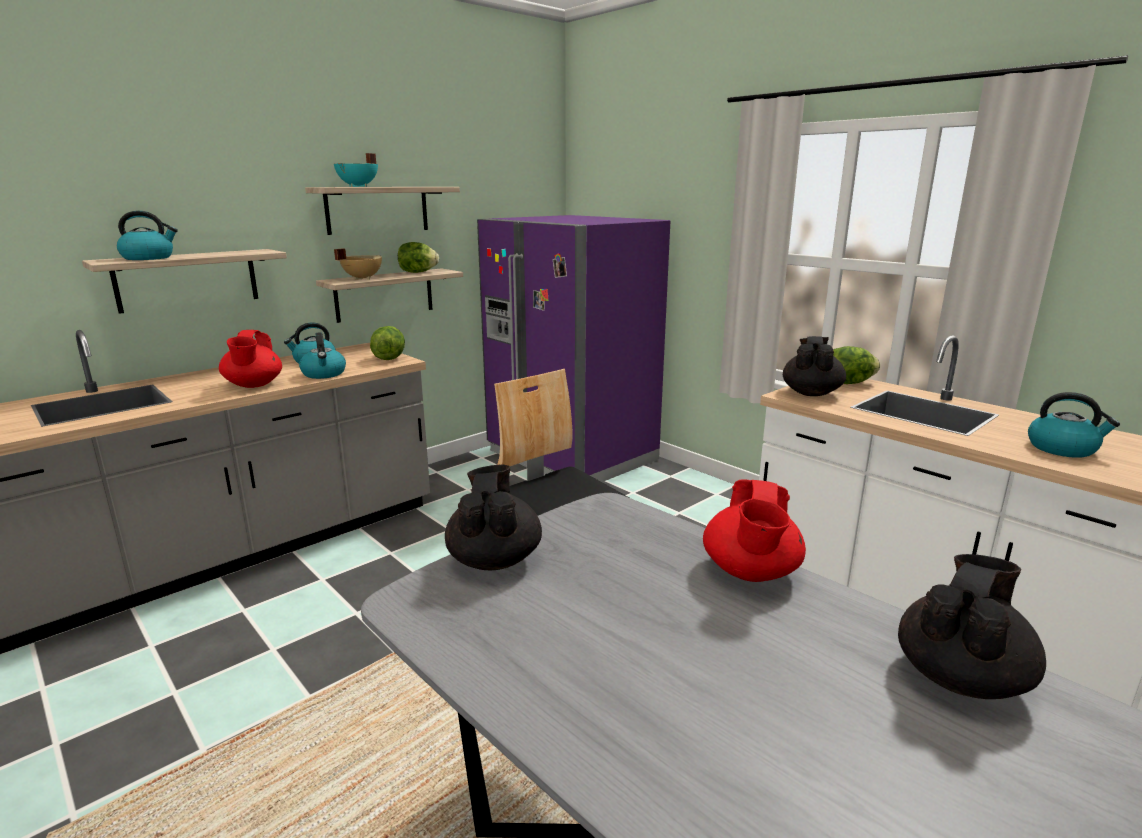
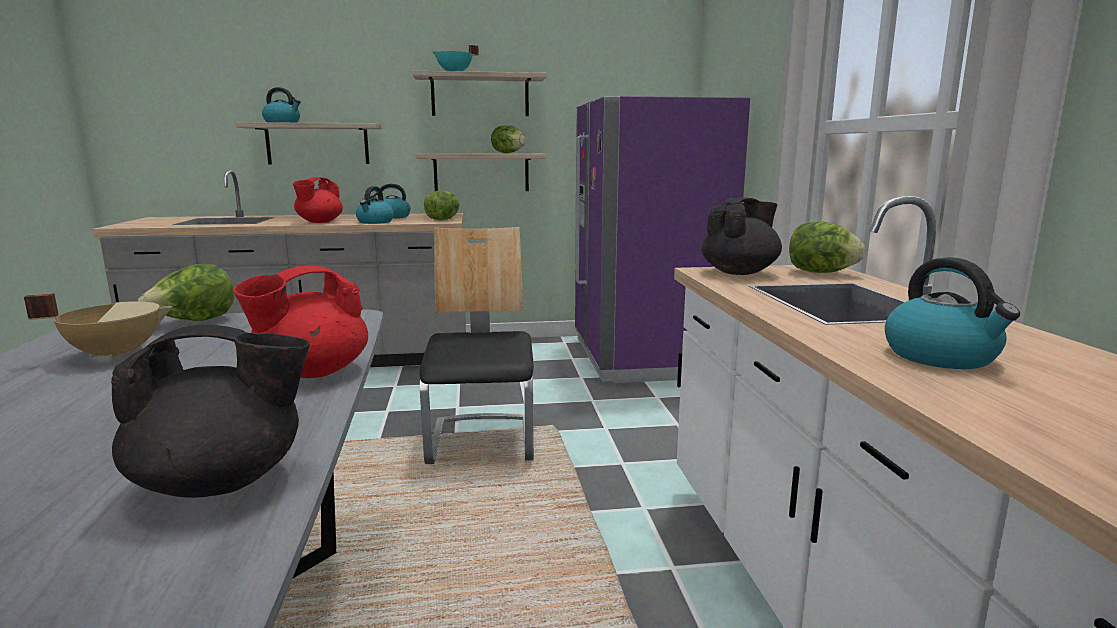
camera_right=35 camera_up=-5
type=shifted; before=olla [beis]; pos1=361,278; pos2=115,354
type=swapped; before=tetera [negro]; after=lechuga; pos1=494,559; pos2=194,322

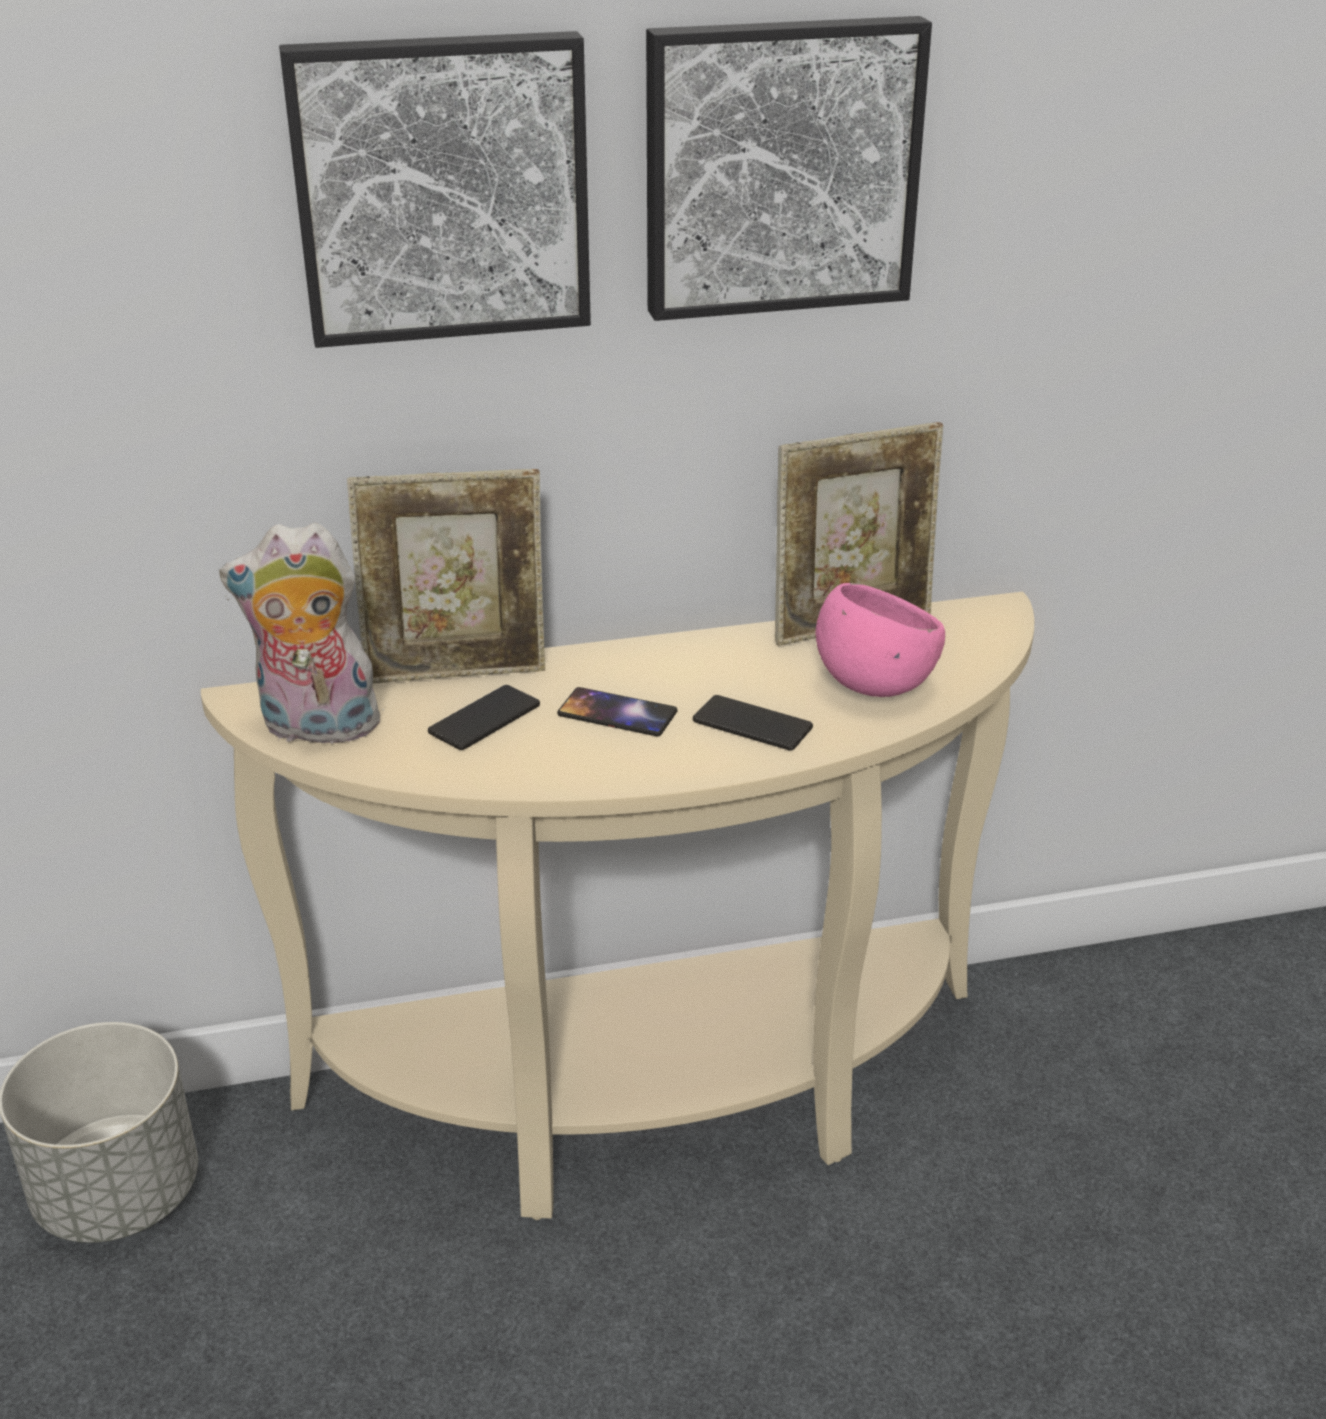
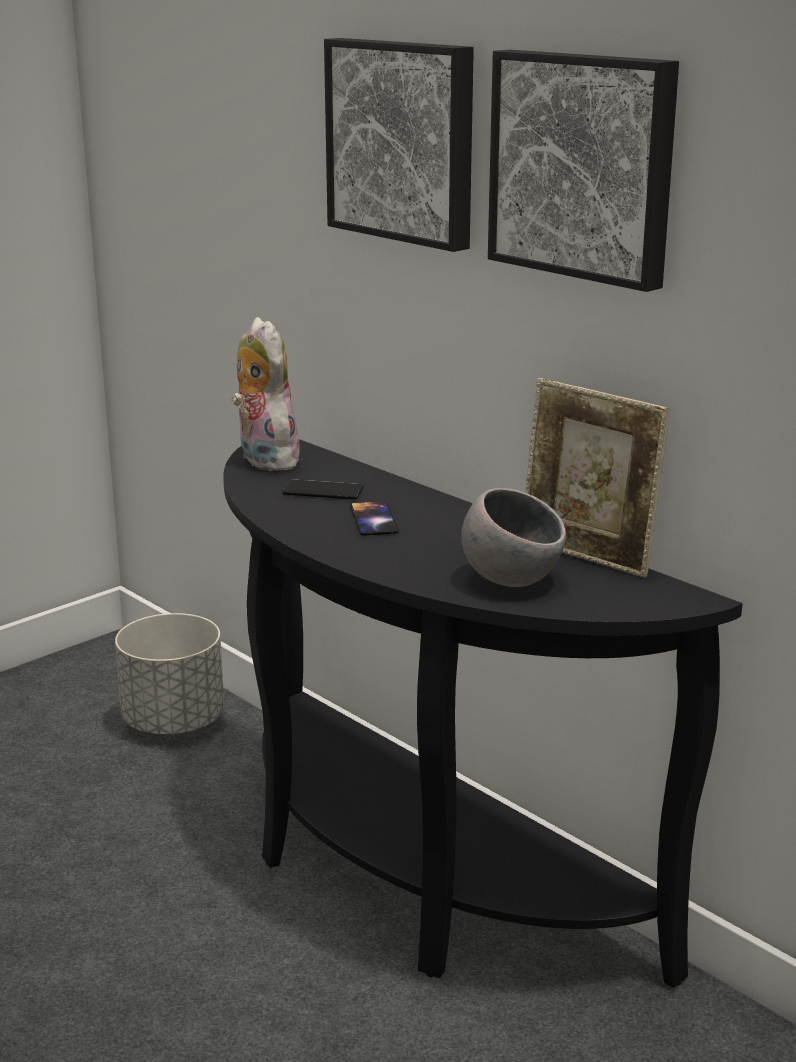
camera_right=60 camera_up=-10
type=repainted; before=mesa consola [beis]; after=mesa consola [negro]; pos1=658,1104; pos2=408,876
type=repainted; before=cuenco [rosa]; after=cuenco [gris]; pos1=873,686; pos2=510,580
type=gone; before=portarretratos; pos1=457,672
type=gone; before=móvil; pos1=752,724

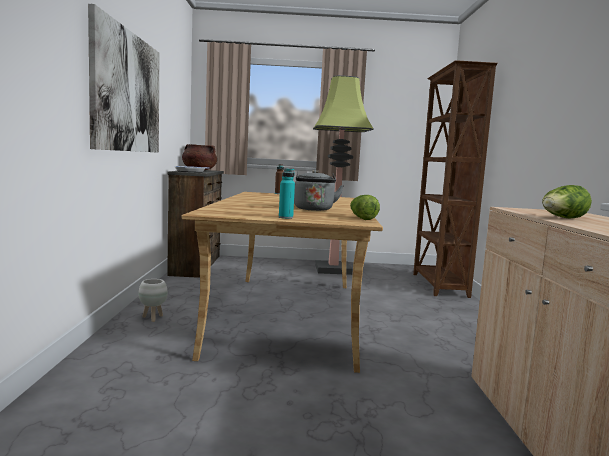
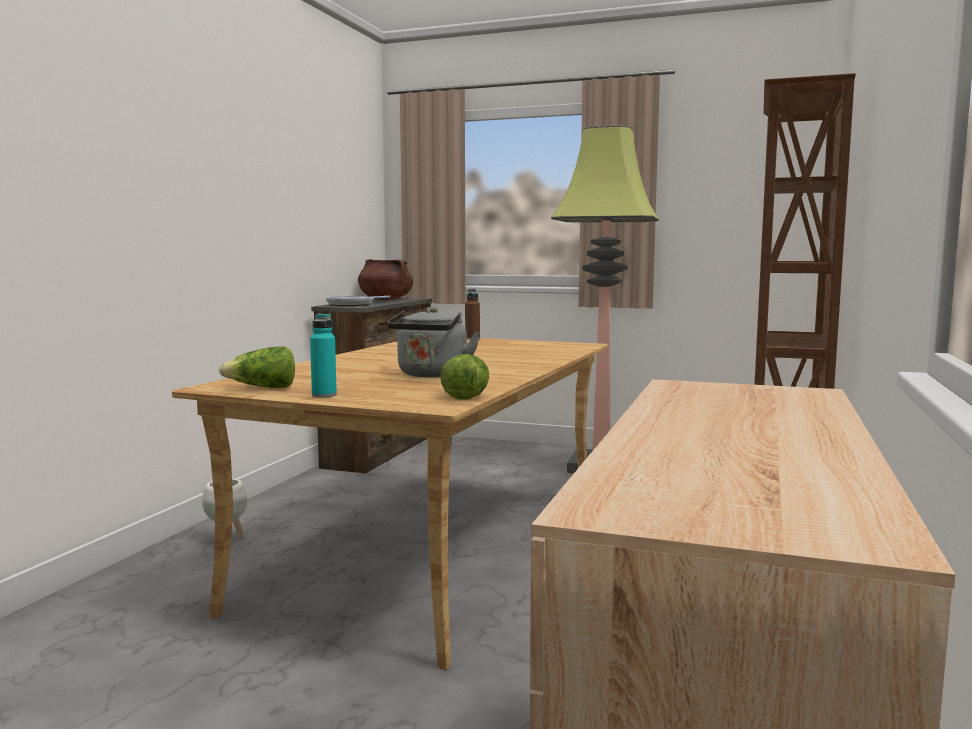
camera_right=20 camera_up=0
type=shifted; before=lechuga; pos1=562,218; pos2=262,388
type=gone; before=cuadro; pos1=127,92

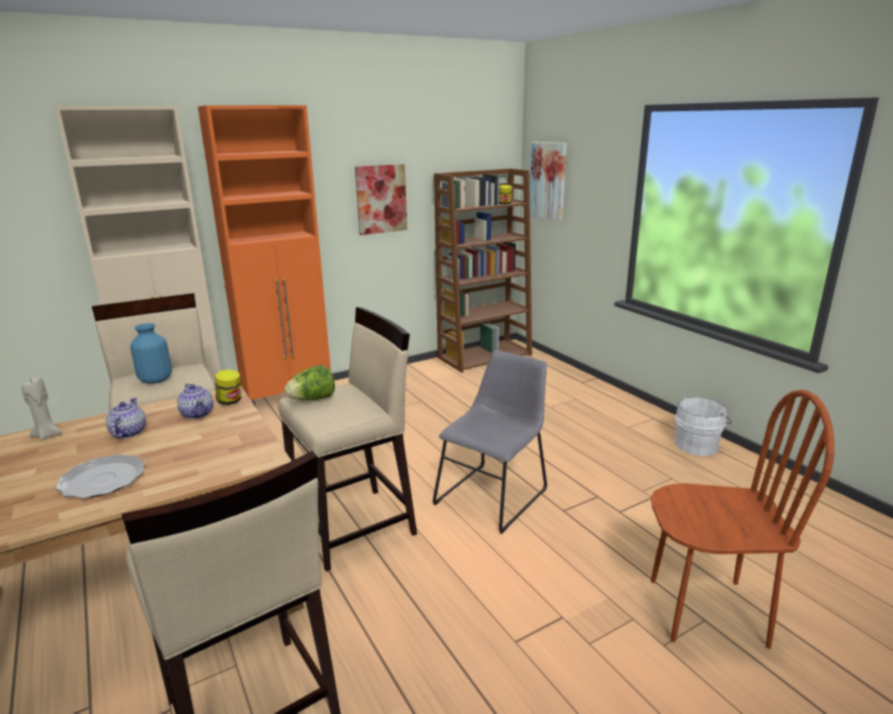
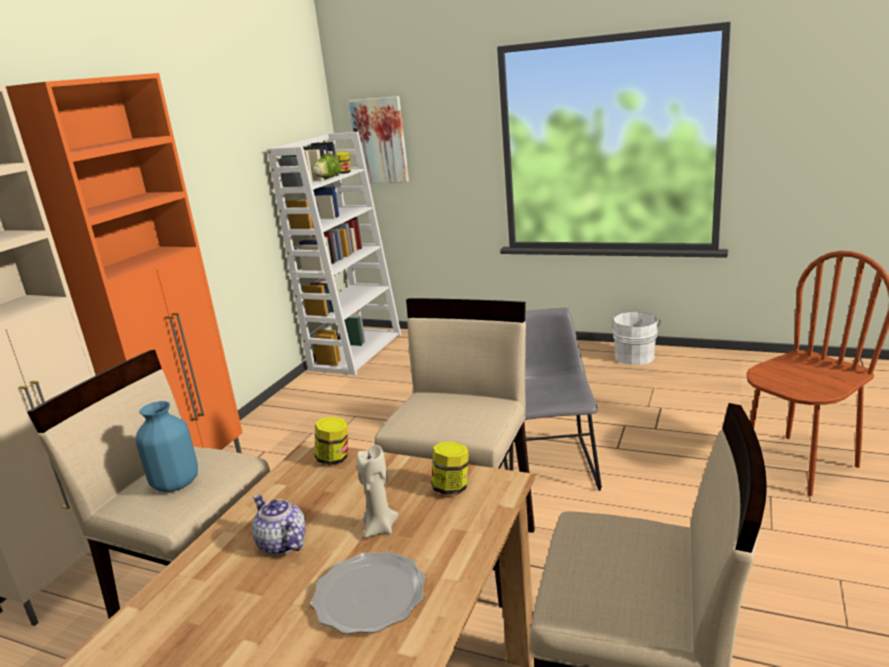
camera_right=-35 camera_up=0
type=repainted; before=estantería [marrón]; after=estantería [blanco]; pos1=485,356; pos2=356,351
type=shifted; before=lechuga; pos1=312,399; pos2=326,178
type=shifted; before=vela [beis]; pos1=47,435; pos2=380,528
type=new; after=tarro; pos2=452,487
type=gone; before=tetera; pos1=197,413
type=gone; before=cuadro; pos1=381,199

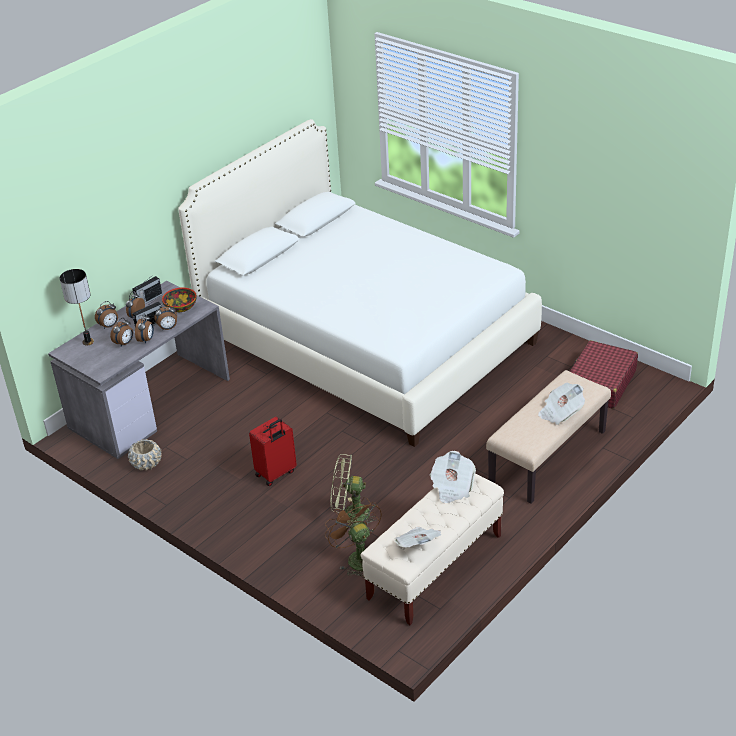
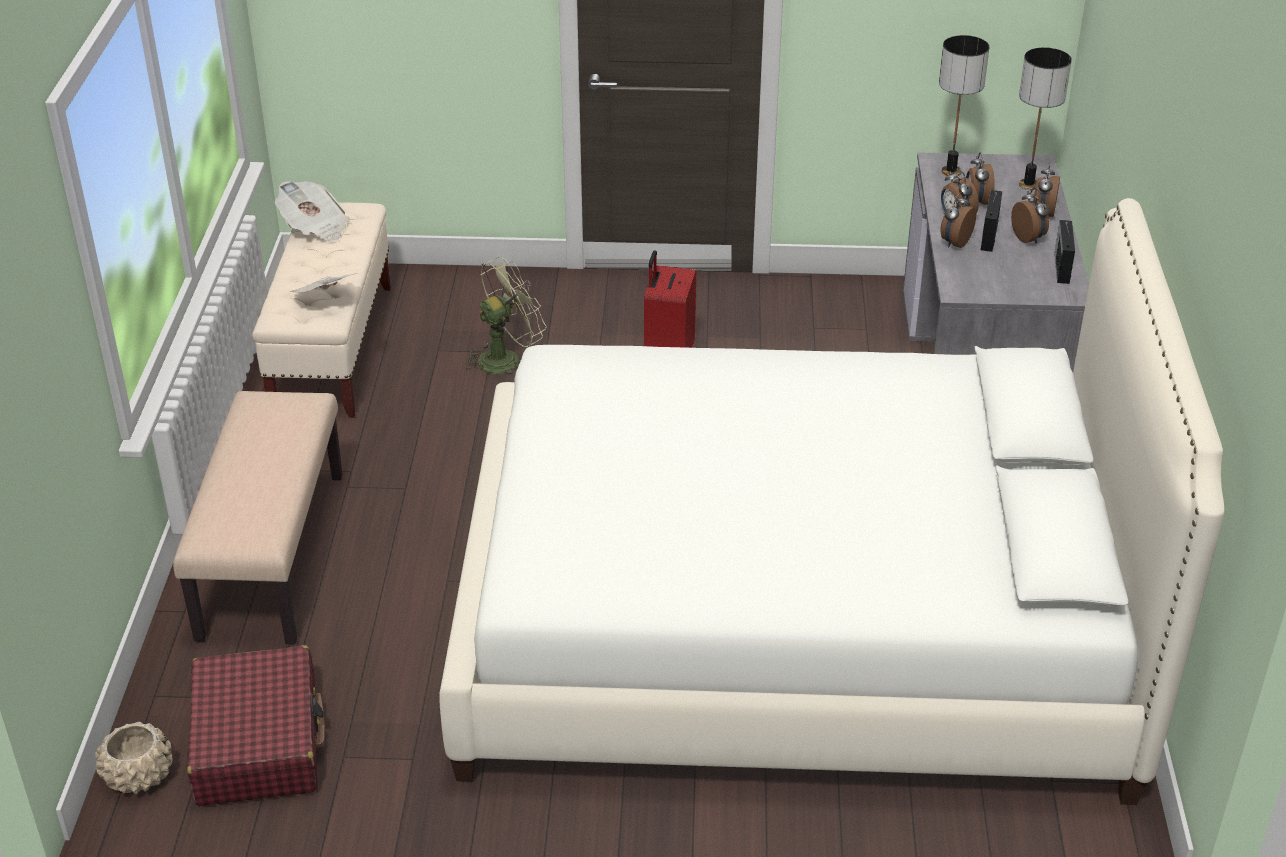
camera_right=140 camera_up=0
type=shifted; before=maceta [beis]; pos1=146,463; pos2=139,776
type=new; after=lámpara de mesa; pos2=951,171
type=gone; before=cuenco; pos1=180,307
type=gone; before=ventilador [marrón]; pos1=357,557
type=gone; before=periódico; pos1=560,413

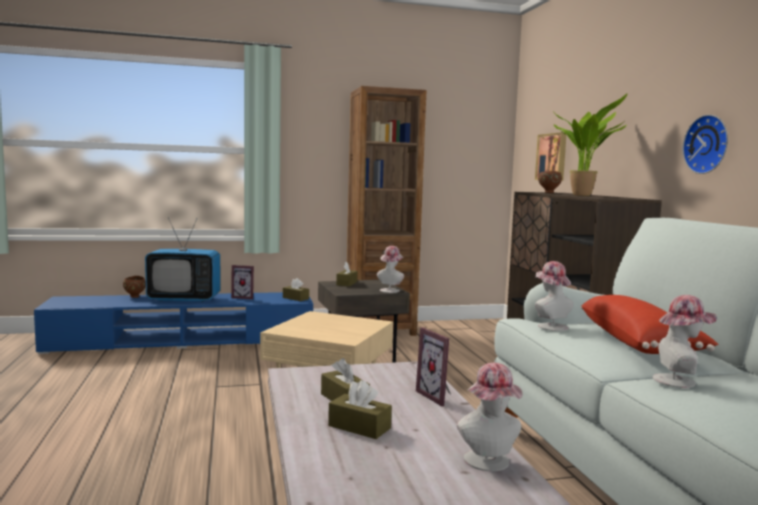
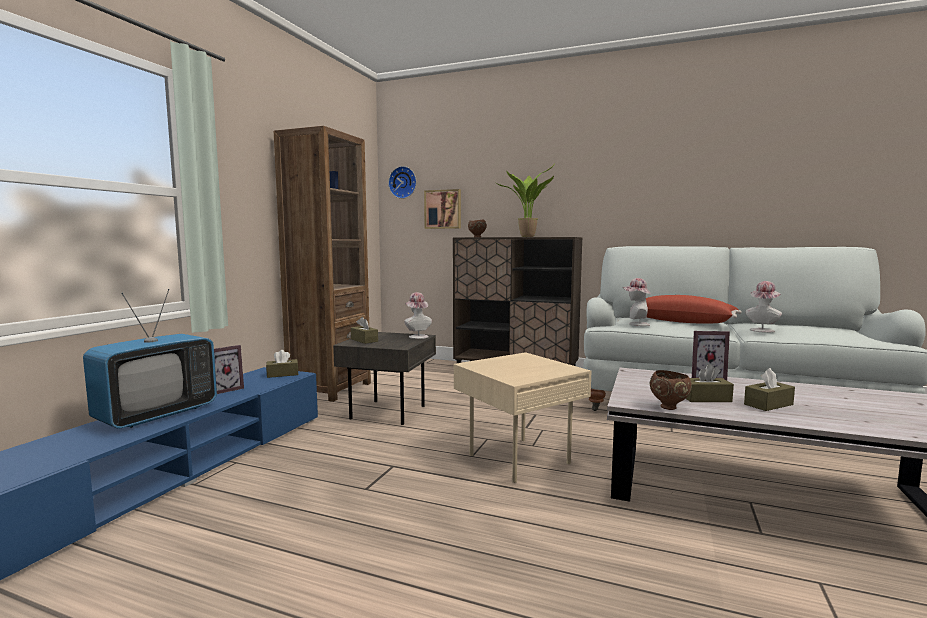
camera_right=-55 camera_up=0
type=shifted; before=reloj de pared; pos1=708,144; pos2=403,182
type=shifted; before=cuenco [marrón]; pos1=134,297; pos2=669,407
type=gone; before=sombrero; pos1=489,463

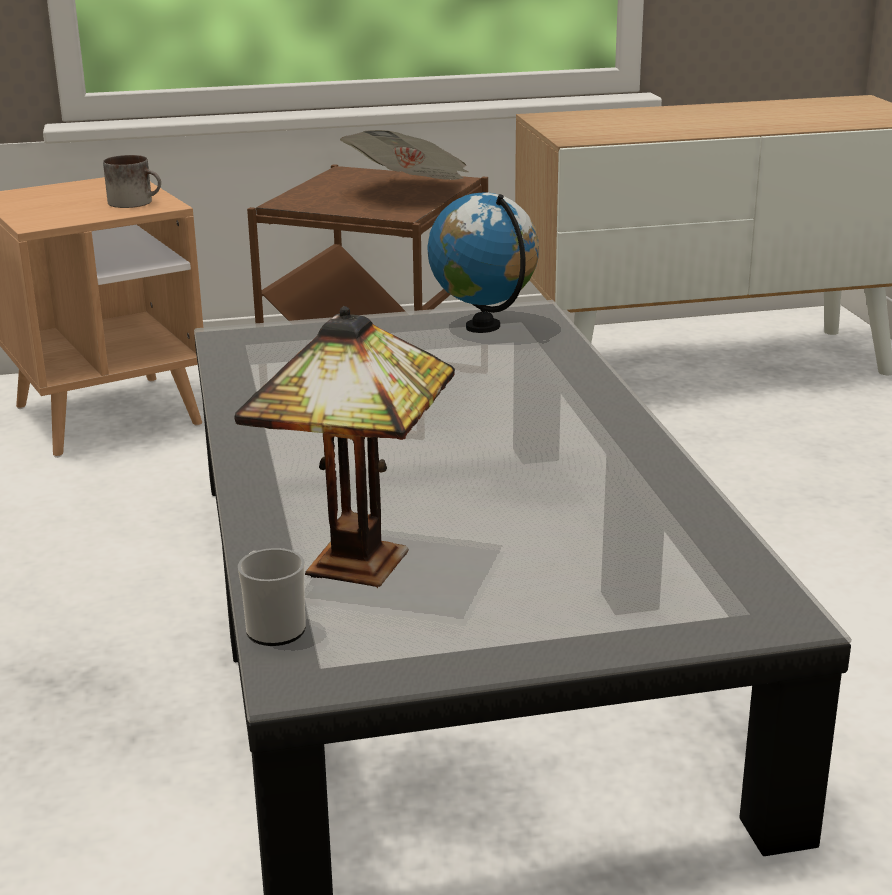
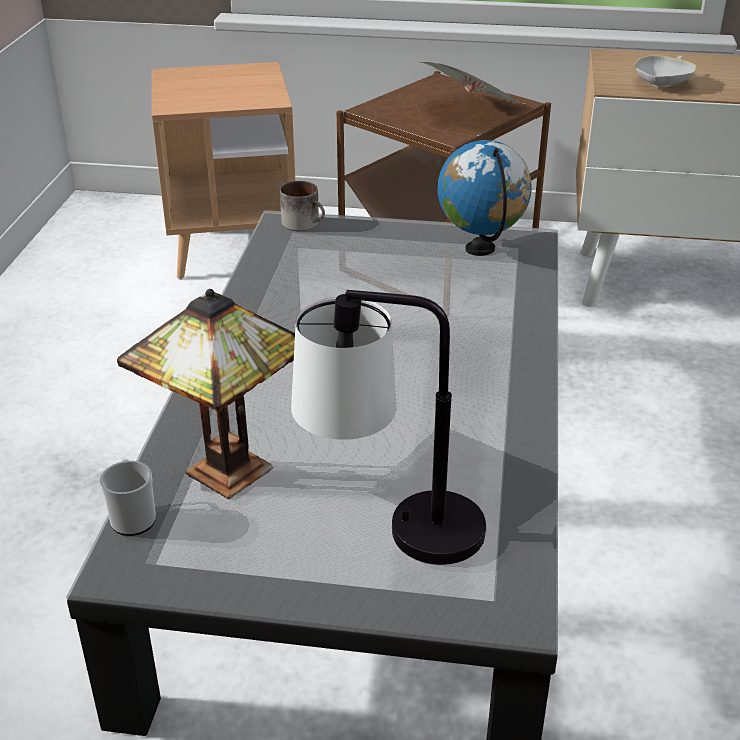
camera_right=20 camera_up=10
type=shifted; before=taza grande; pos1=136,202; pos2=305,223
type=new; after=lámpara de mesa; pos2=392,531
type=new; after=cuenco [blanco]; pos2=662,83

